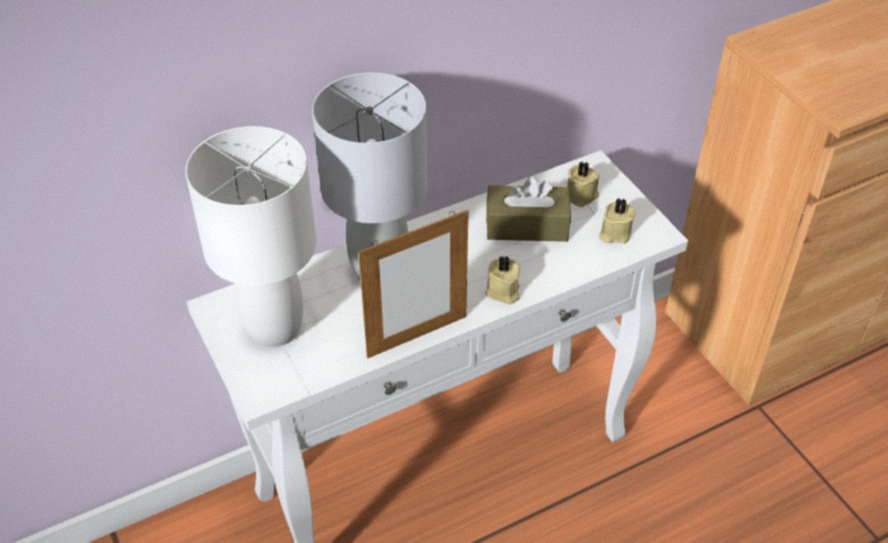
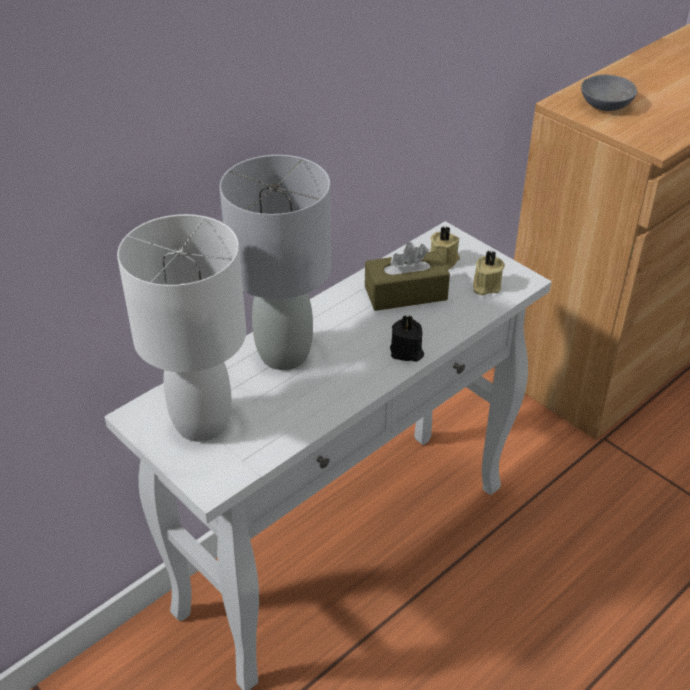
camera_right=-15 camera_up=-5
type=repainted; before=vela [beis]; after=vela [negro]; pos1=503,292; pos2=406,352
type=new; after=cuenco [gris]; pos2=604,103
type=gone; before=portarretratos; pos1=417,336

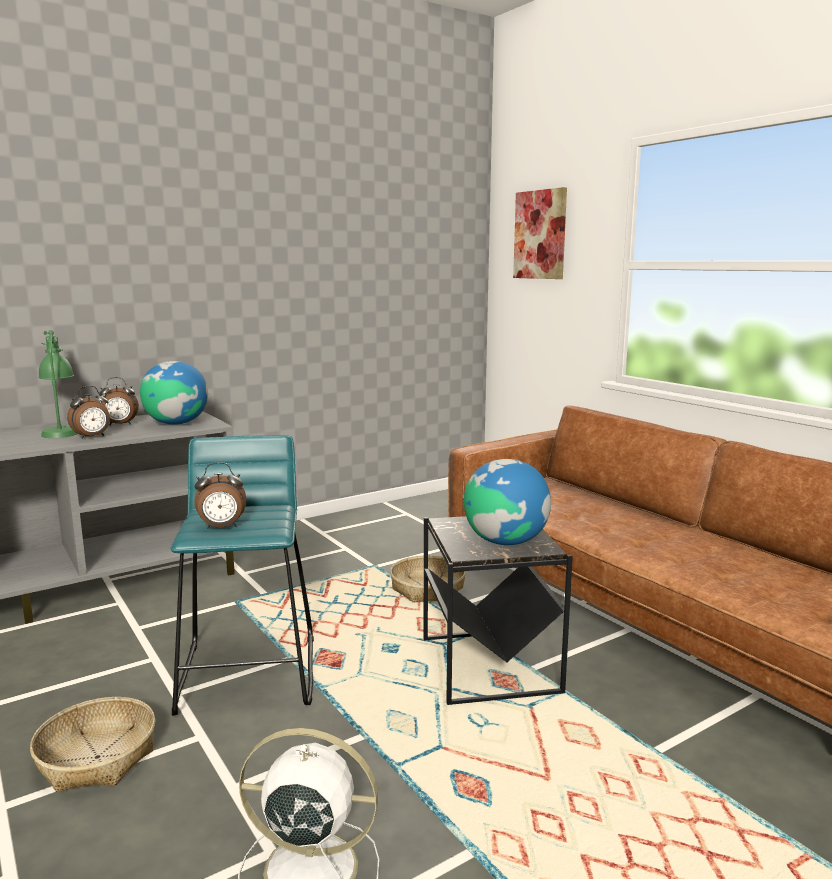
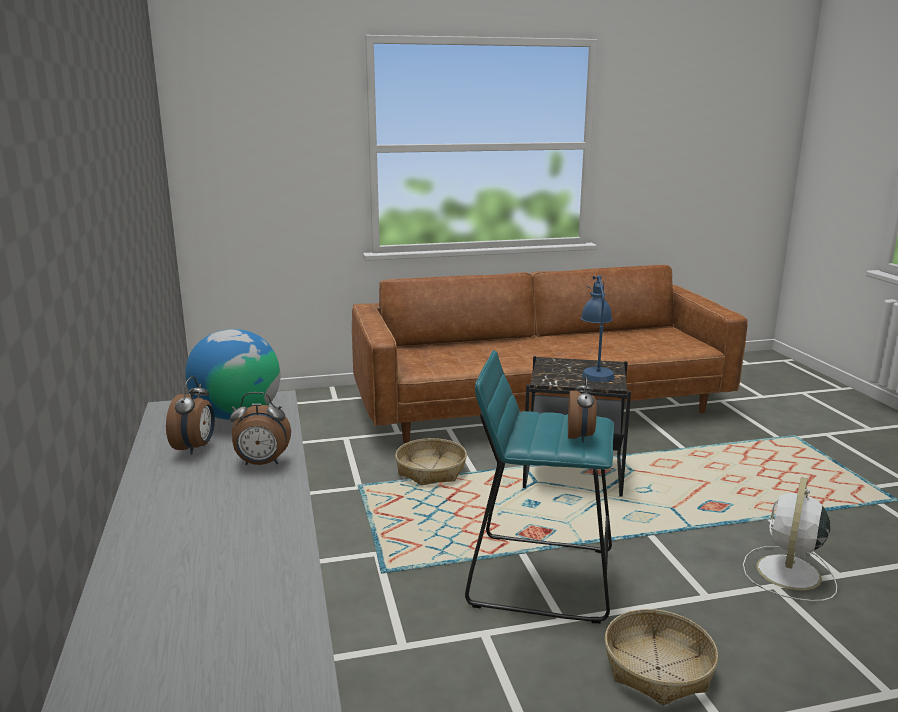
camera_right=-70 camera_up=5
type=rotated; before=despertador; pos1=92,437; pos2=262,463; turn=105
type=swapped; before=globo terráqueo; after=lámpara de mesa [azul]; pos1=505,541; pos2=595,371
type=gone; before=lámpara de mesa [verde]; pos1=60,431
type=gone; before=cuadro; pos1=540,235

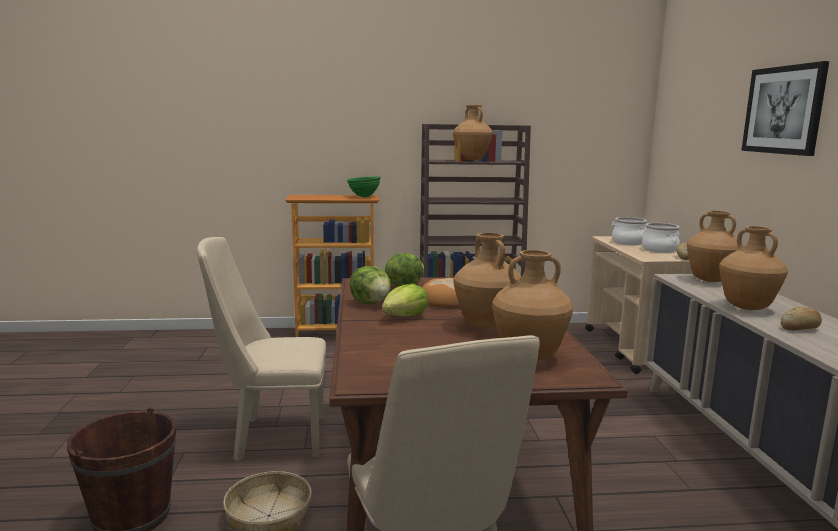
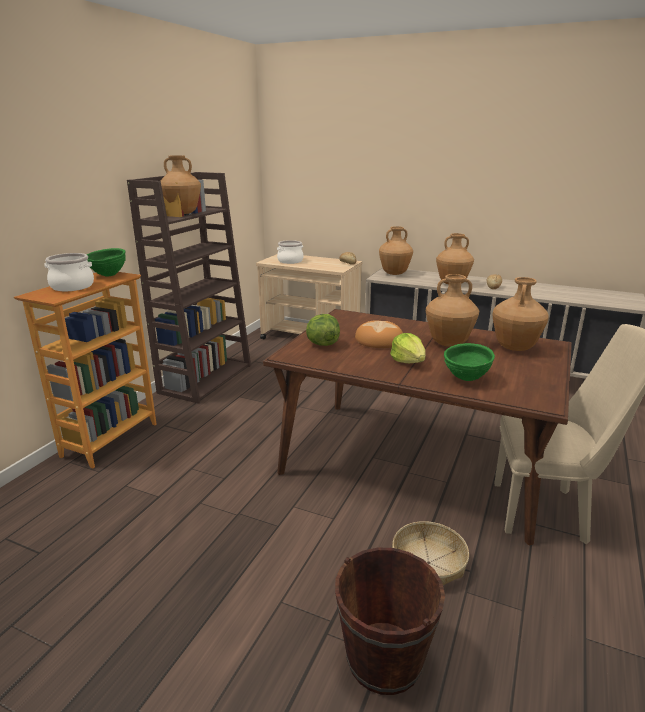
camera_right=-60 camera_up=10
type=shifted; before=olla; pos1=660,249; pos2=72,286
type=new; after=cuenco [verde]; pos2=466,379
type=gone; before=silla [beis]; pos1=271,437
type=gone; before=lechuga; pos1=371,302
type=gone; before=cuadro; pos1=783,110

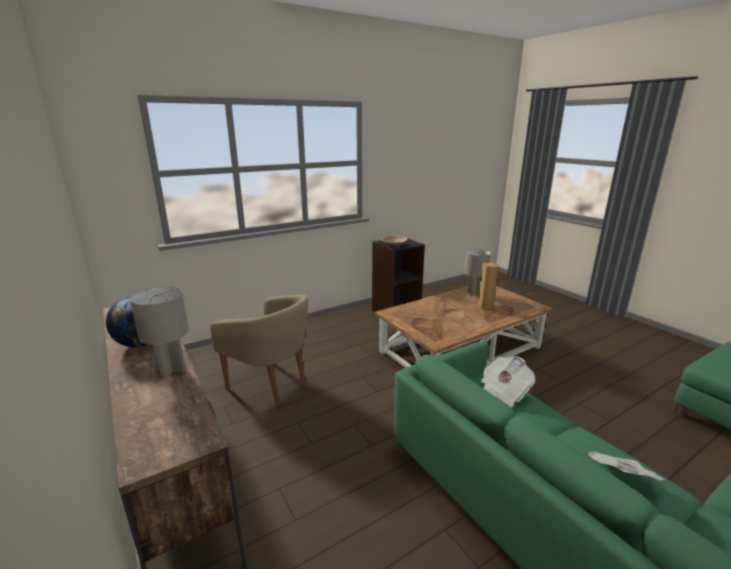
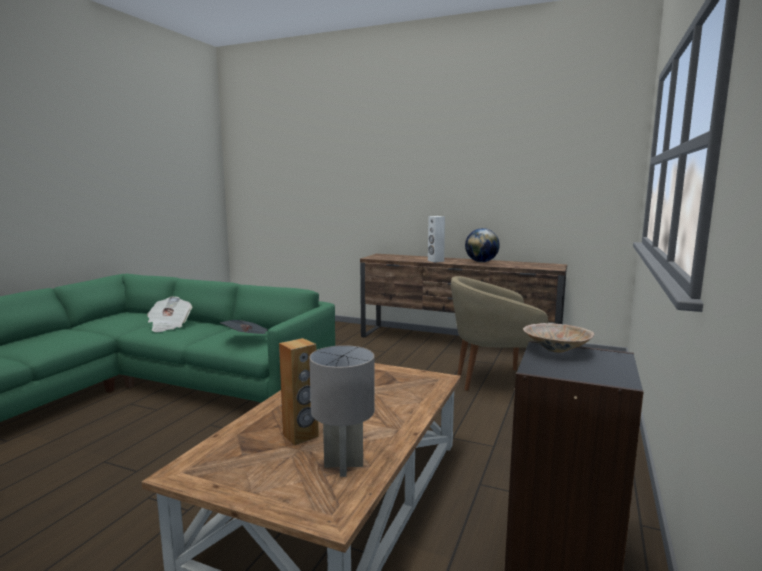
camera_right=145 camera_up=-10
type=swapped; before=lámpara de mesa [gris]; after=altavoz [blanco]; pos1=171,370; pos2=435,261

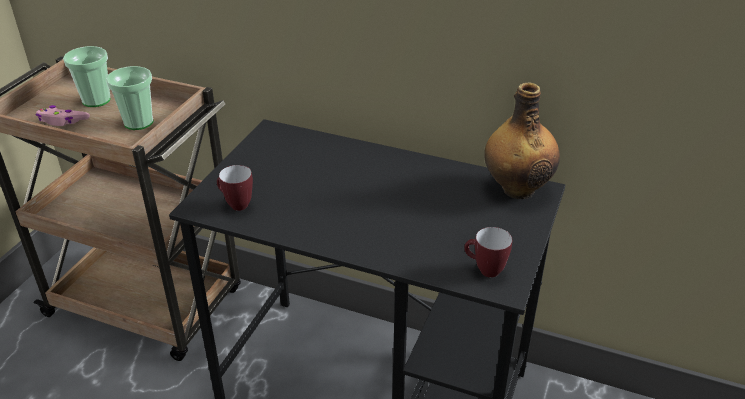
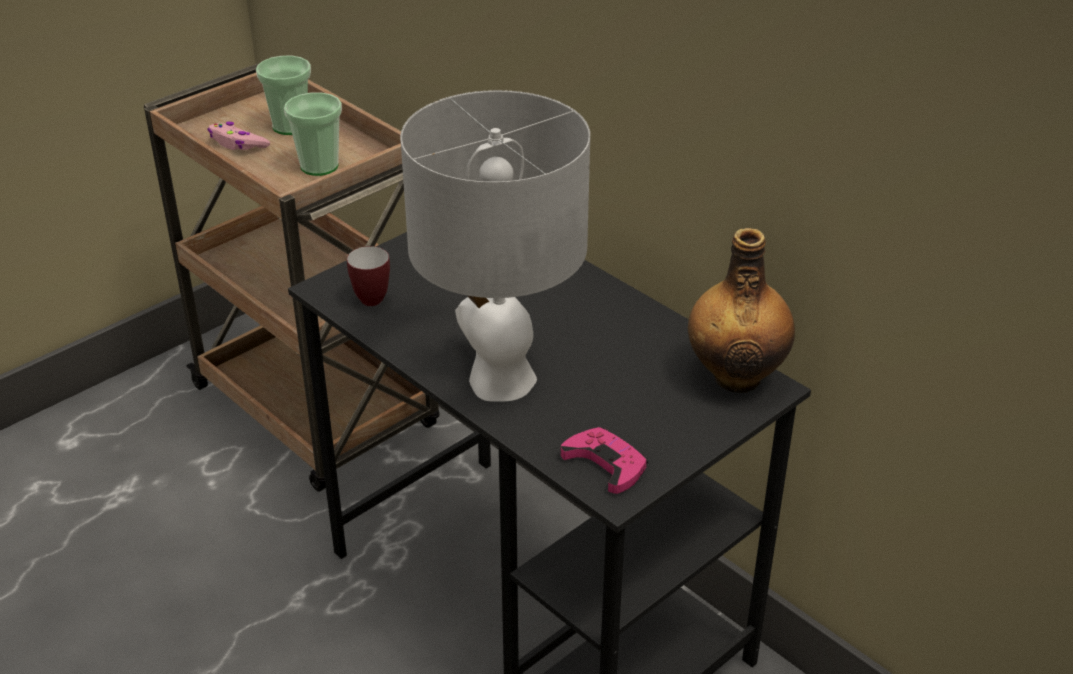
camera_right=25 camera_up=0
type=new; after=lámpara de mesa [gris]; pos2=500,379
type=swapped; before=taza grande; after=mando de consola [rosa]; pos1=484,270; pos2=606,464

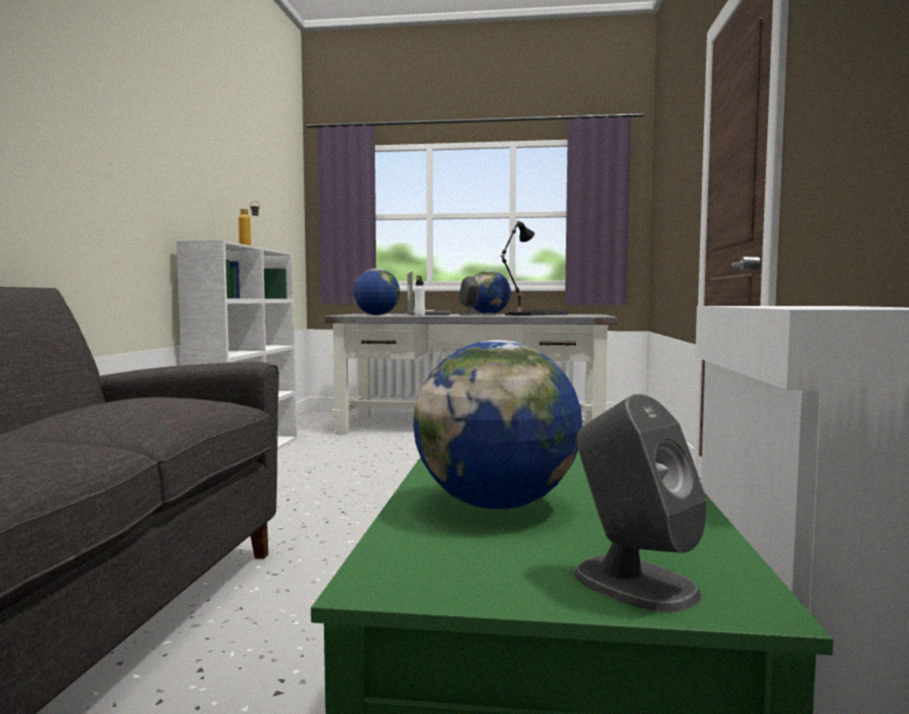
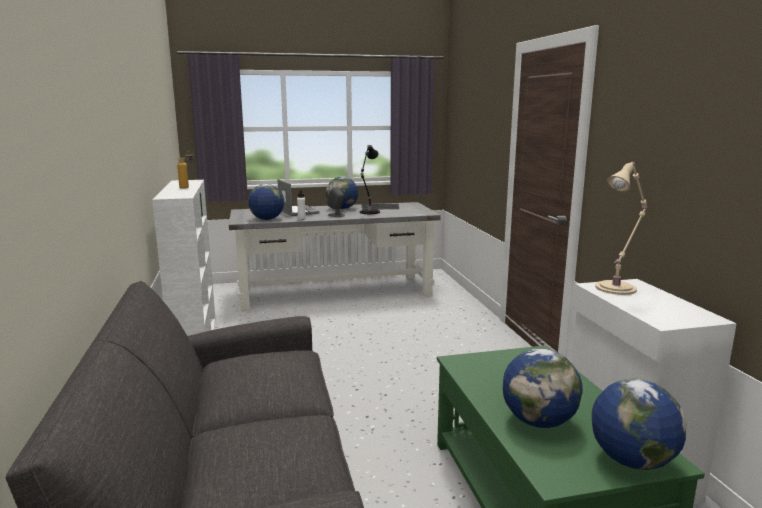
camera_right=-20 camera_up=10
type=swapped; before=altavoz [gris]; after=globo terráqueo; pos1=633,583; pos2=632,461
type=new; after=lámpara de mesa [beis]; pos2=617,287

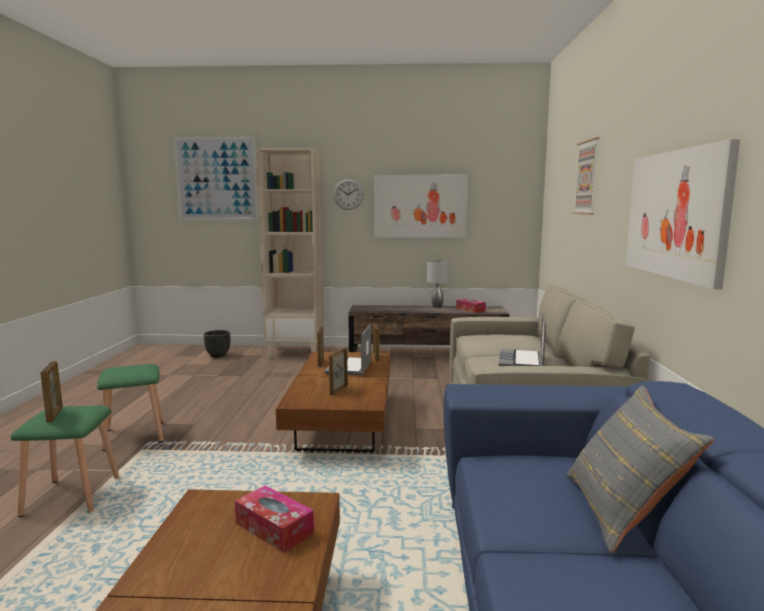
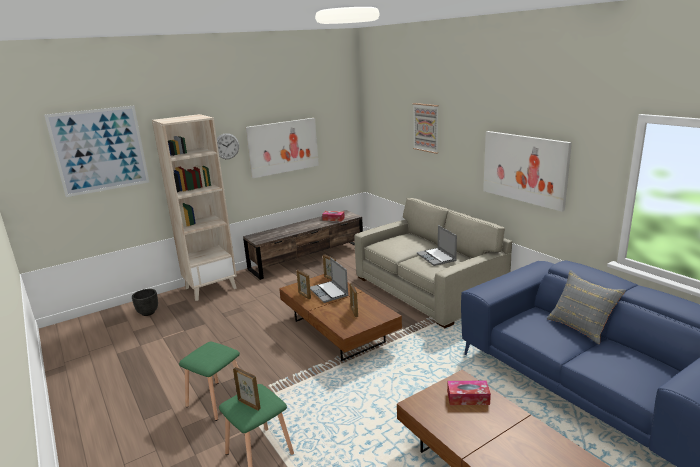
camera_right=-35 camera_up=10
type=gone; before=lámpara de mesa [gris]; pos1=437,306

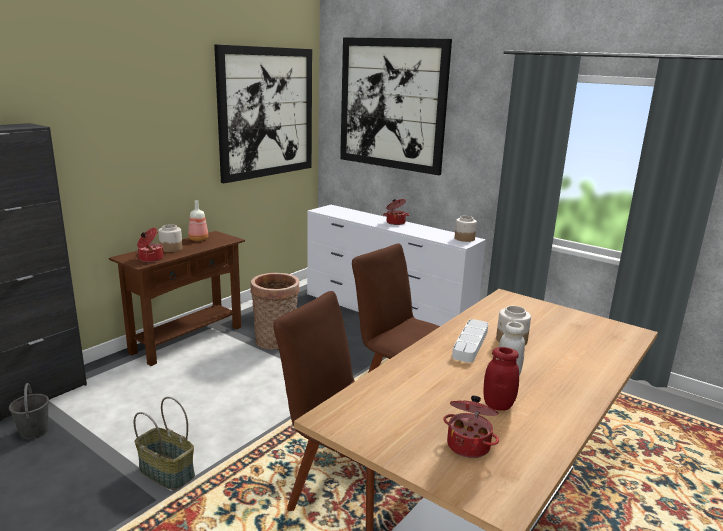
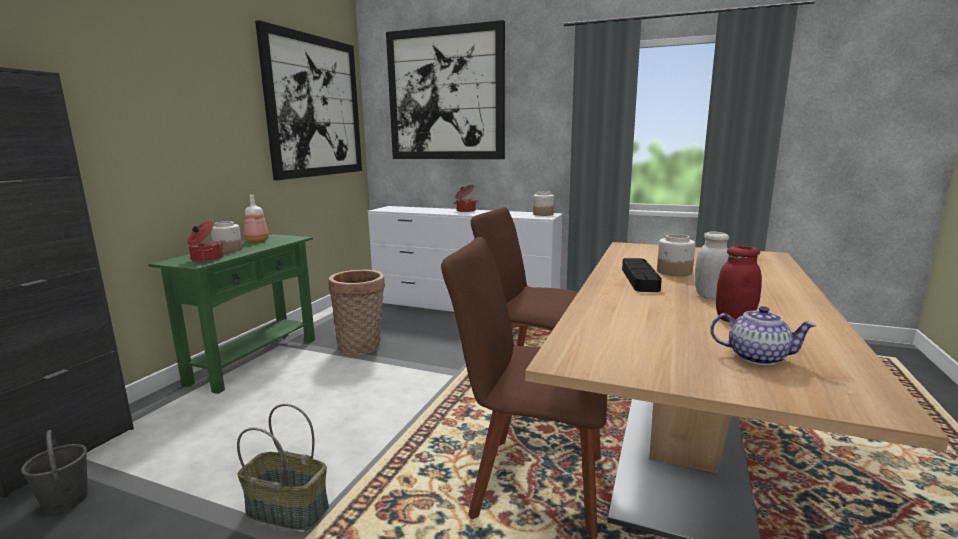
camera_right=-15 camera_up=-5
type=repainted; before=mesa consola [marrón]; after=mesa consola [verde]; pos1=187,339; pos2=254,360
type=repainted; before=bandeja [blanco]; after=bandeja [negro]; pos1=470,344; pos2=639,279
type=swapped; before=olla; after=tetera; pos1=469,445; pos2=756,357

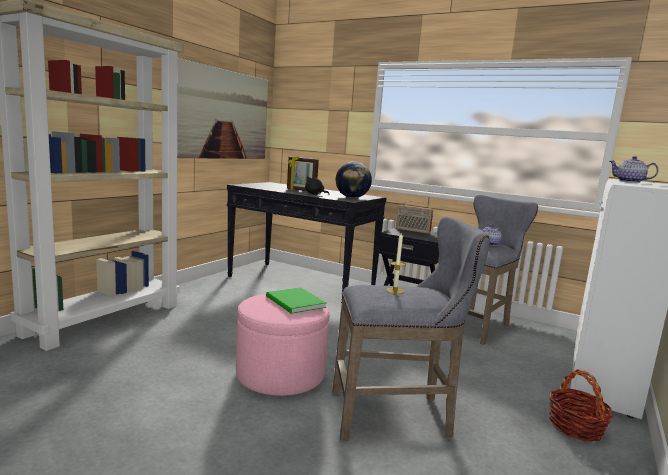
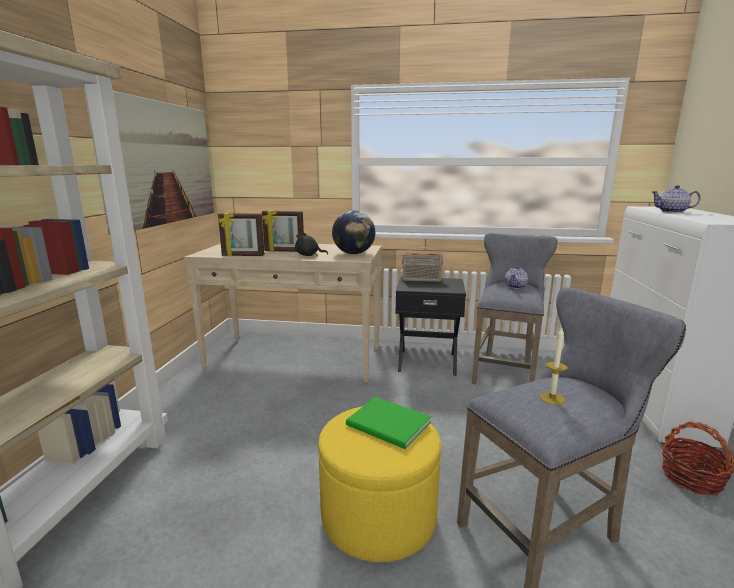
camera_right=-20 camera_up=5
type=repainted; before=mesa consola [negro]; after=mesa consola [beis]; pos1=301,283; pos2=295,358
type=new; after=portarretratos; pos2=243,256
type=repainted; before=puf [rosa]; after=puf [amarillo]; pos1=280,374; pos2=378,515

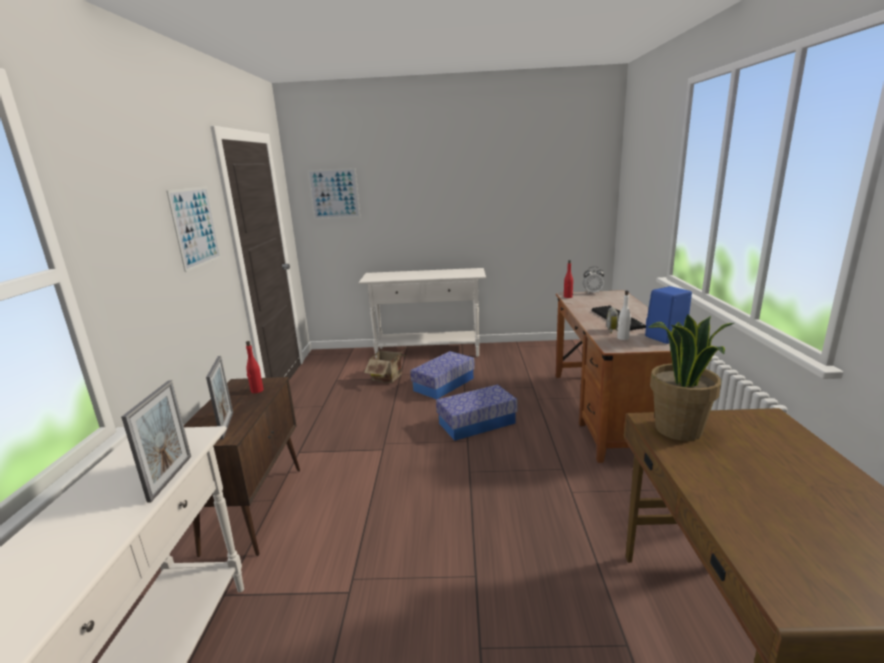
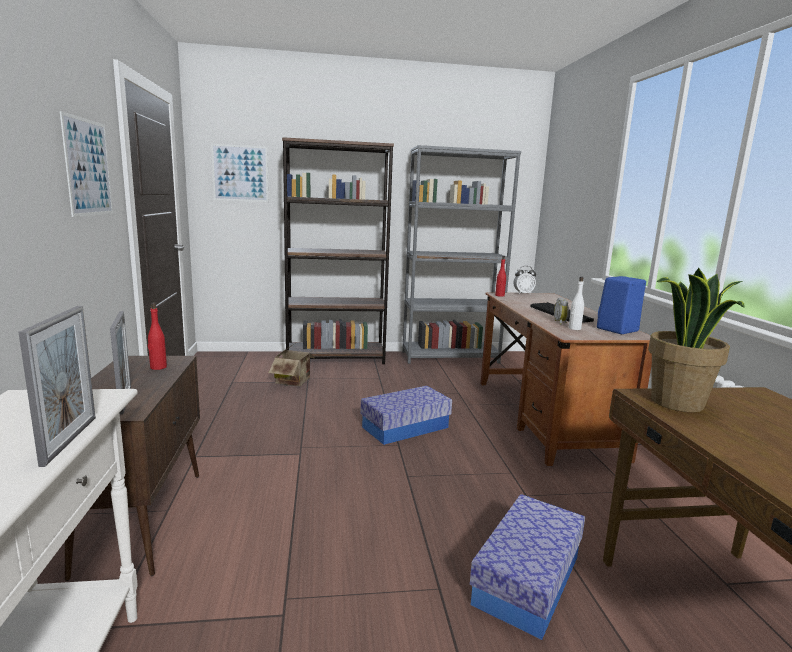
camera_right=-10 camera_up=-5
type=swapped; before=mesa consola [blanco]; after=estantería [marrón]; pos1=428,352; pos2=336,358
type=new; after=estantería [gris]; pos2=450,357
type=shifted; before=caja de almacenaje; pos1=444,384; pos2=527,579

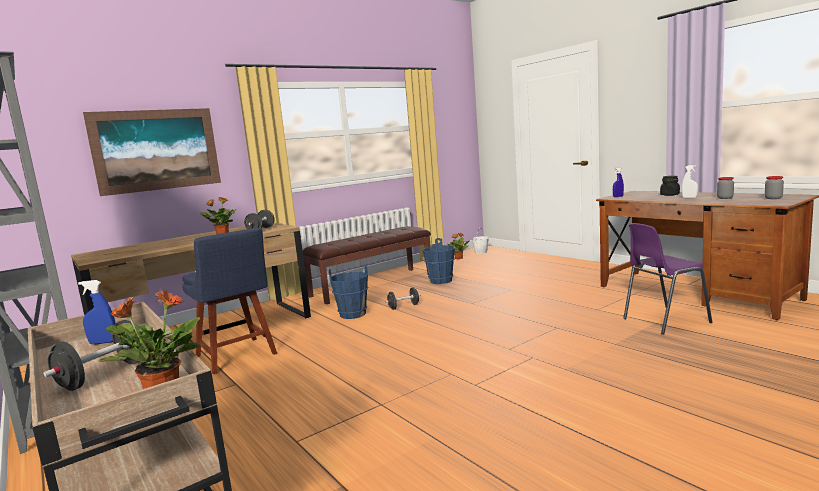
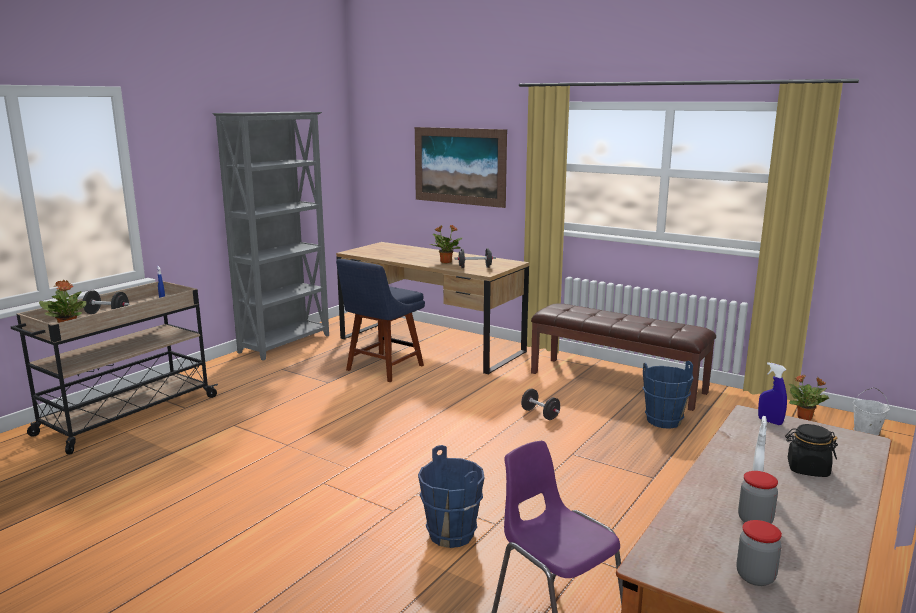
camera_right=70 camera_up=5
type=shifted; before=cubo [azul]; pos1=353,314; pos2=451,534

